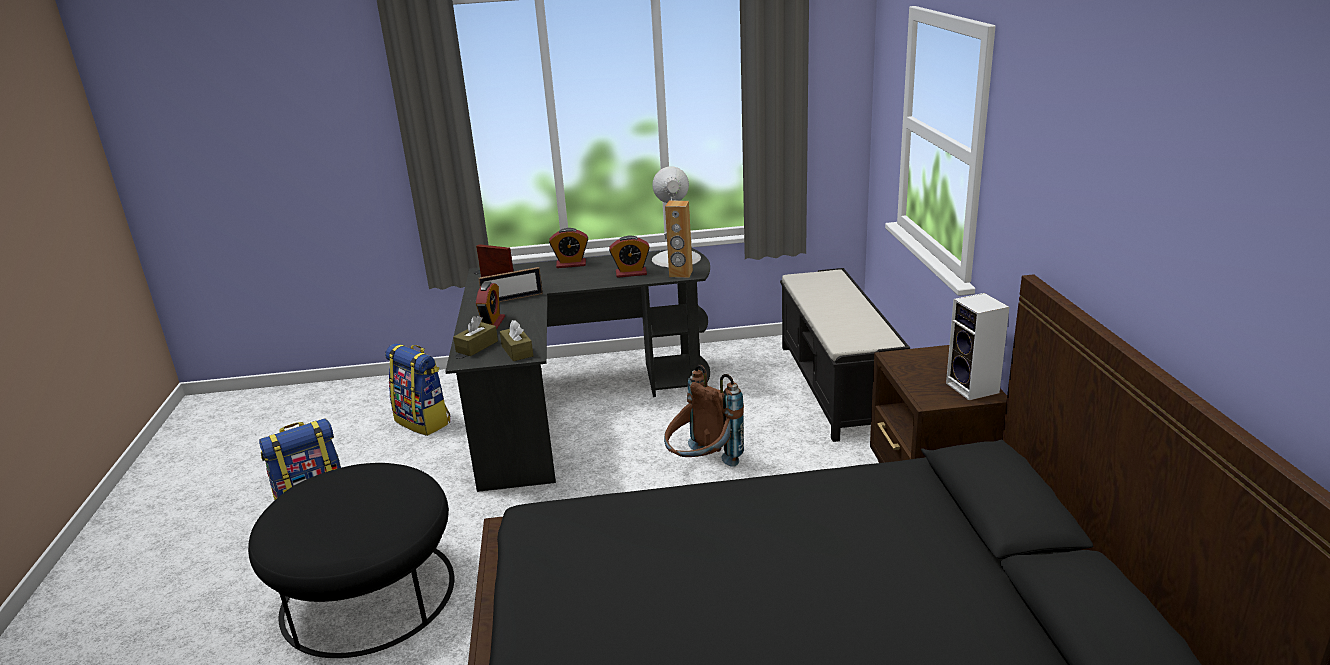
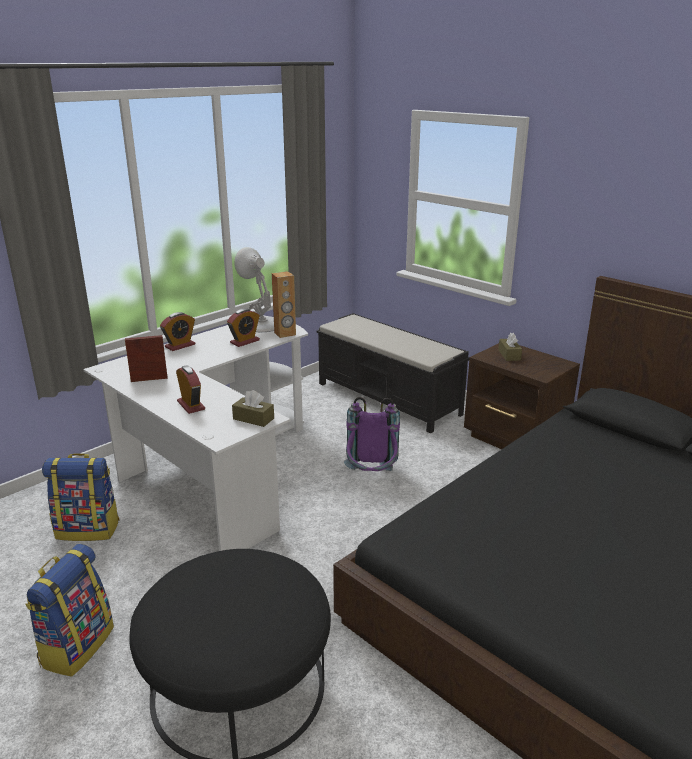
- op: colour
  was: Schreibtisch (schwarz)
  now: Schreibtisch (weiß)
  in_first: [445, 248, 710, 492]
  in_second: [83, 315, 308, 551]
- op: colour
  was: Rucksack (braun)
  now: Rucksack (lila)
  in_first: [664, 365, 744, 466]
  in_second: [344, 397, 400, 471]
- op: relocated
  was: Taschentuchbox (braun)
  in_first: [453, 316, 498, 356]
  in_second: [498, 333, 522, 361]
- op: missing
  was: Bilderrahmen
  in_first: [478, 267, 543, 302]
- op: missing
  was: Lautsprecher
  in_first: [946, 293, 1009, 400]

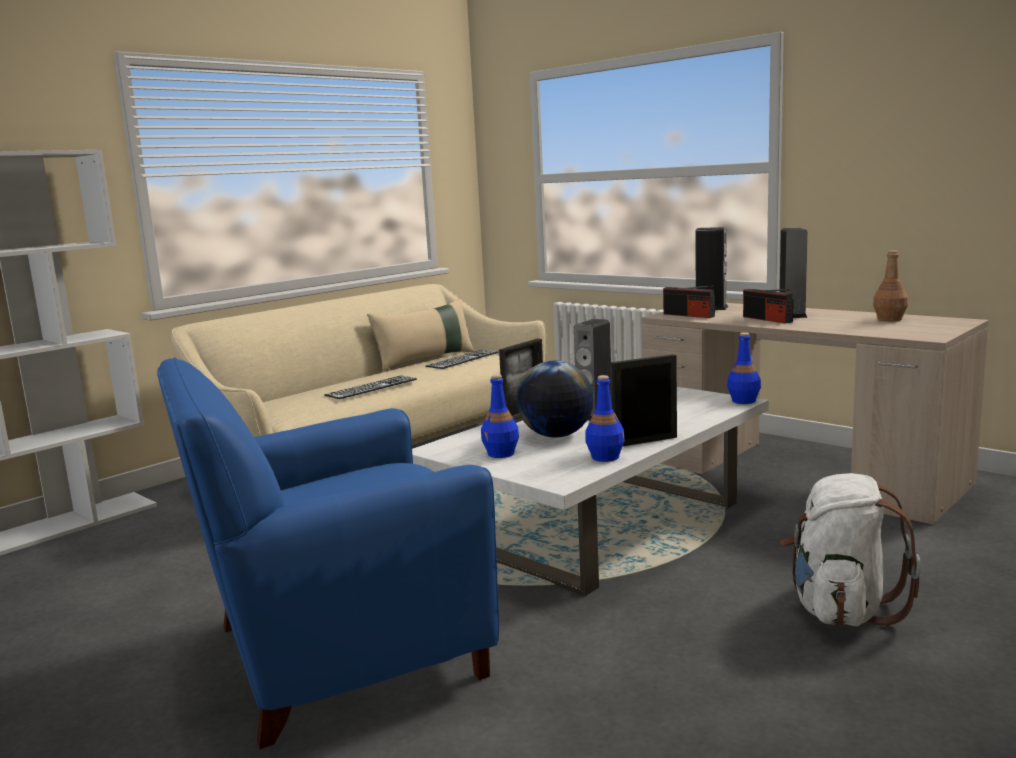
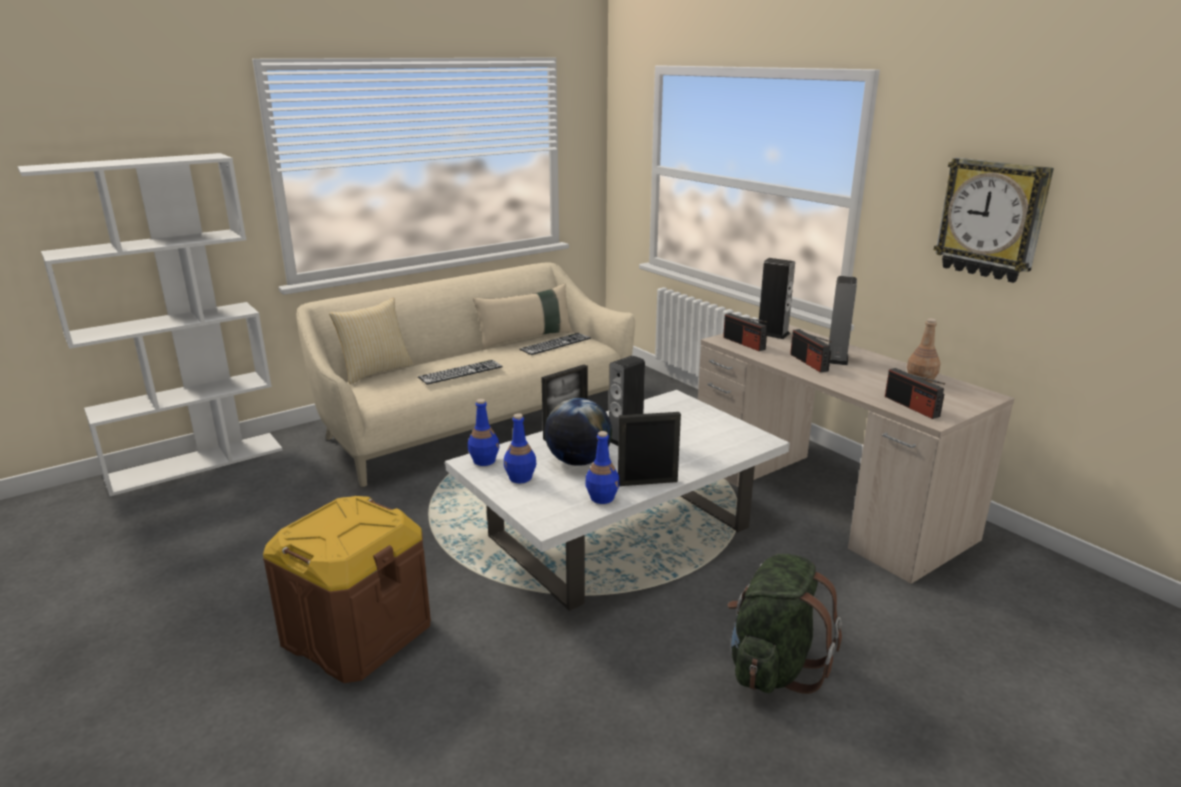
- op: exchanged
  was: Sessel (blau)
  now: Aufbewahrungsbox (braun)
  in_first: [157, 357, 499, 749]
  in_second: [263, 496, 431, 683]
- op: appeared
  now: Kissen
  in_second: [329, 298, 414, 384]
- op: relocated
  was: Flasche (blau)
  in_first: [727, 332, 761, 404]
  in_second: [468, 399, 500, 466]
- op: colour
  was: Rucksack (weiß)
  now: Rucksack (grün)
  in_first: [780, 473, 921, 626]
  in_second: [728, 554, 842, 694]
- op: appeared
  now: Radio
  in_second: [885, 368, 945, 419]
- op: appeared
  now: Wanduhr
  in_second: [934, 158, 1054, 283]

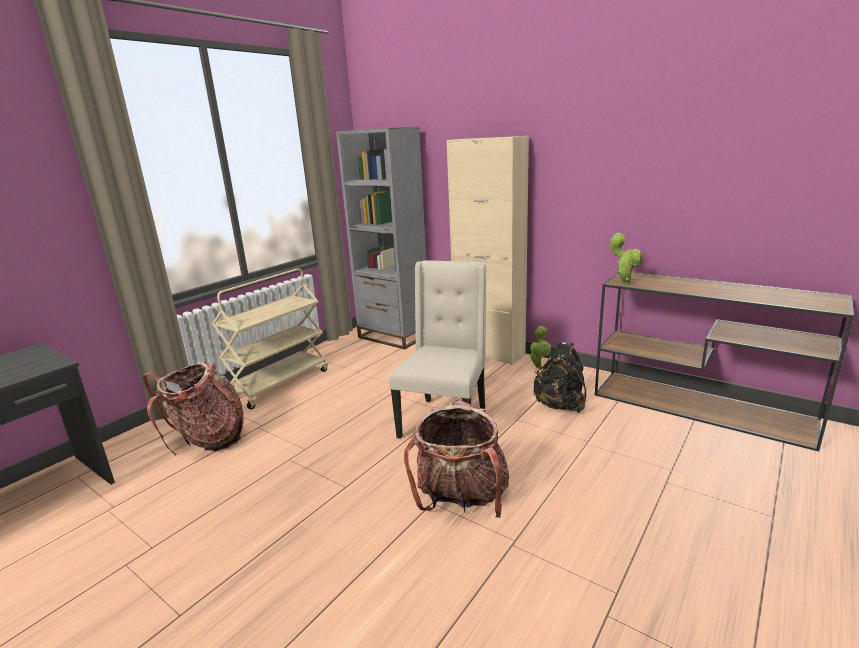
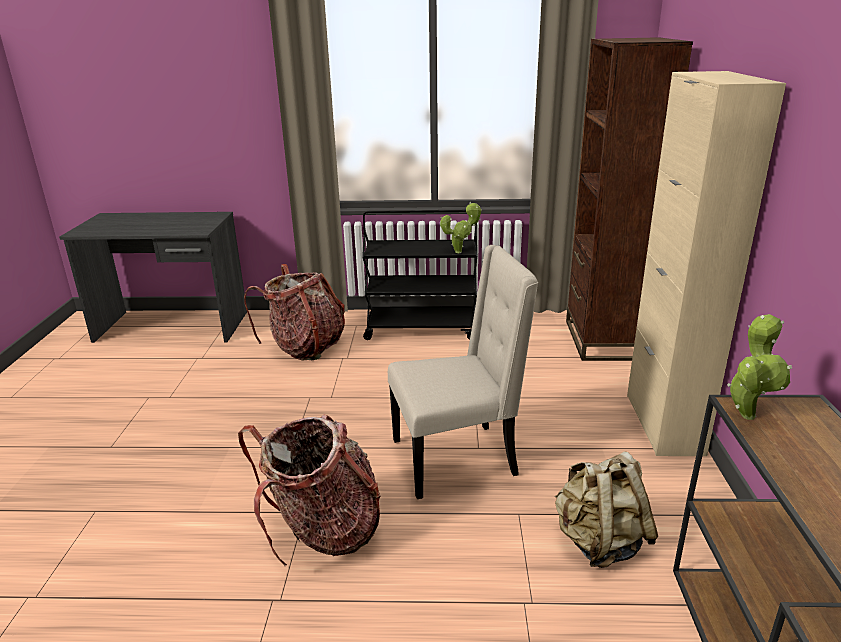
- op: colour
  was: Rollwagen (beige)
  now: Rollwagen (schwarz)
  in_first: [212, 268, 328, 409]
  in_second: [362, 210, 477, 340]
- op: relocated
  was: Topfpflanze
  in_first: [529, 326, 551, 369]
  in_second: [440, 202, 482, 253]
- op: colour
  was: Rucksack (schwarz)
  now: Rucksack (beige)
  in_first: [534, 342, 586, 413]
  in_second: [555, 451, 658, 568]
- op: colour
  was: Bücherregal (grau)
  now: Bücherregal (braun)
  in_first: [336, 127, 427, 349]
  in_second: [566, 37, 693, 361]

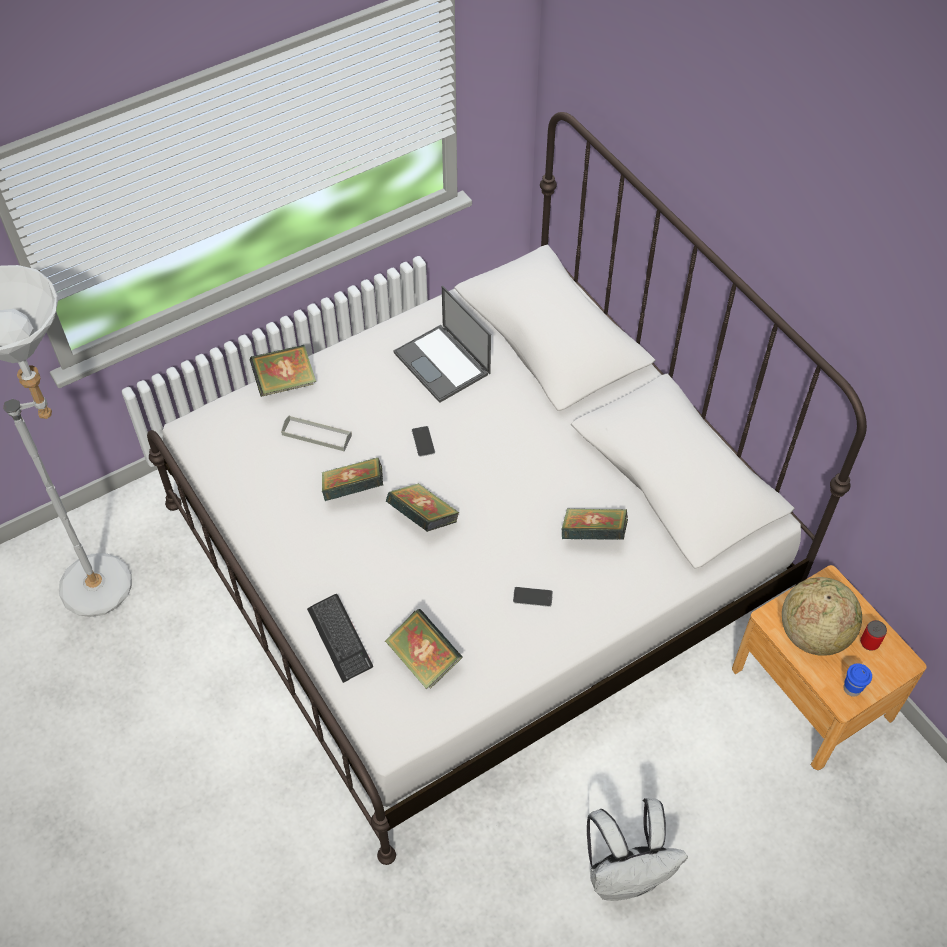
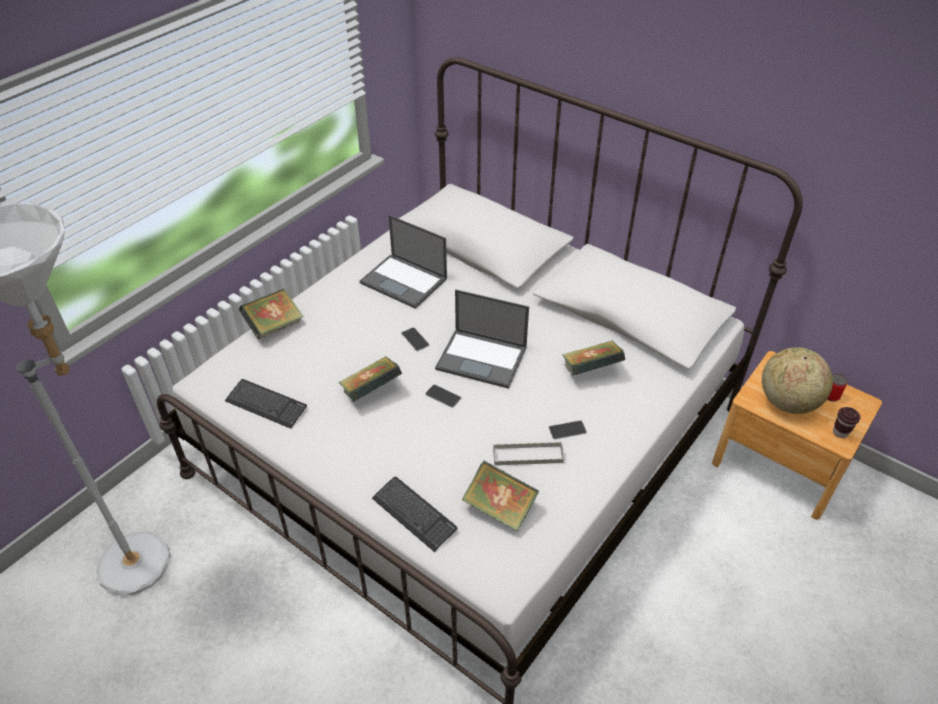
- op: appeared
  now: Tastatur
  in_second: [225, 379, 307, 429]
- op: exchanged
  was: Buch
  now: Handy
  in_first: [386, 483, 460, 532]
  in_second: [425, 385, 461, 408]
- op: appeared
  now: Laptop
  in_second: [435, 289, 529, 389]
- op: relocated
  was: Tablett (grau)
  in_first: [281, 415, 352, 451]
  in_second: [493, 442, 564, 465]
- op: colour
  was: Tasse (blau)
  now: Tasse (braun)
  in_first: [843, 663, 872, 697]
  in_second: [833, 407, 861, 438]
- op: missing
  was: Rucksack (weiß)
  in_first: [587, 798, 688, 901]

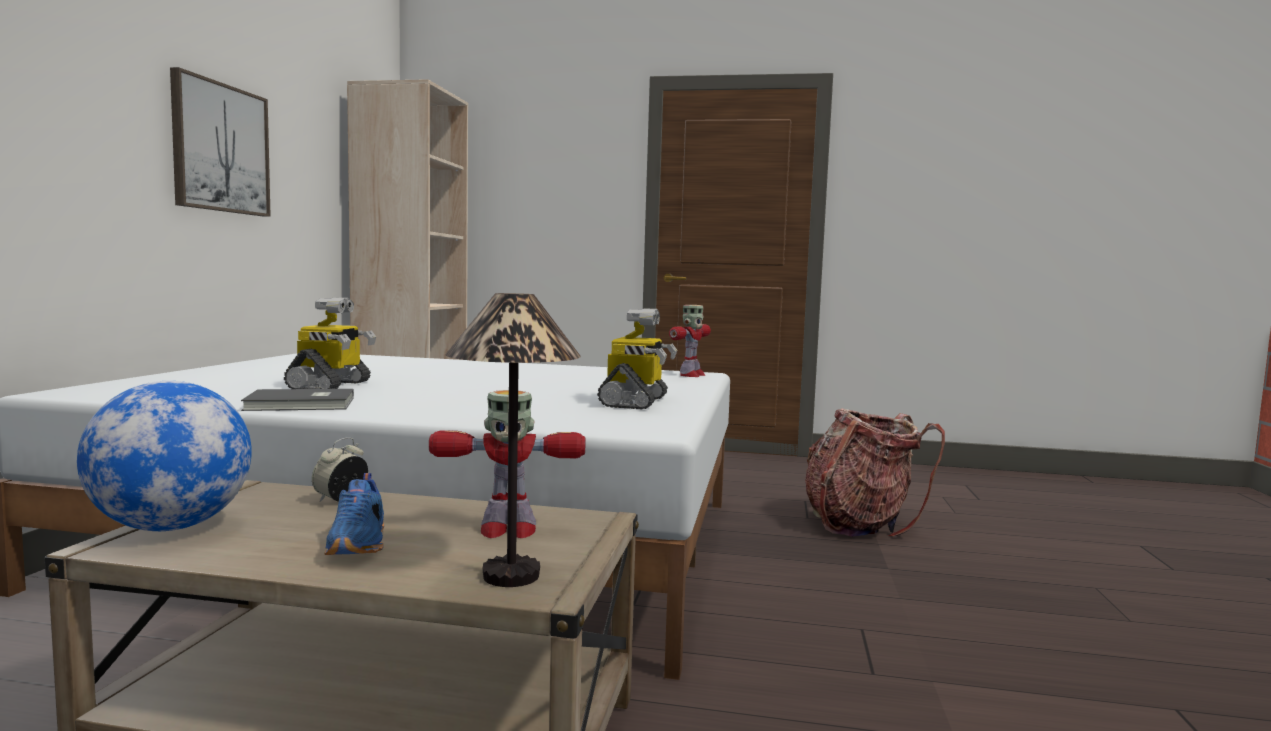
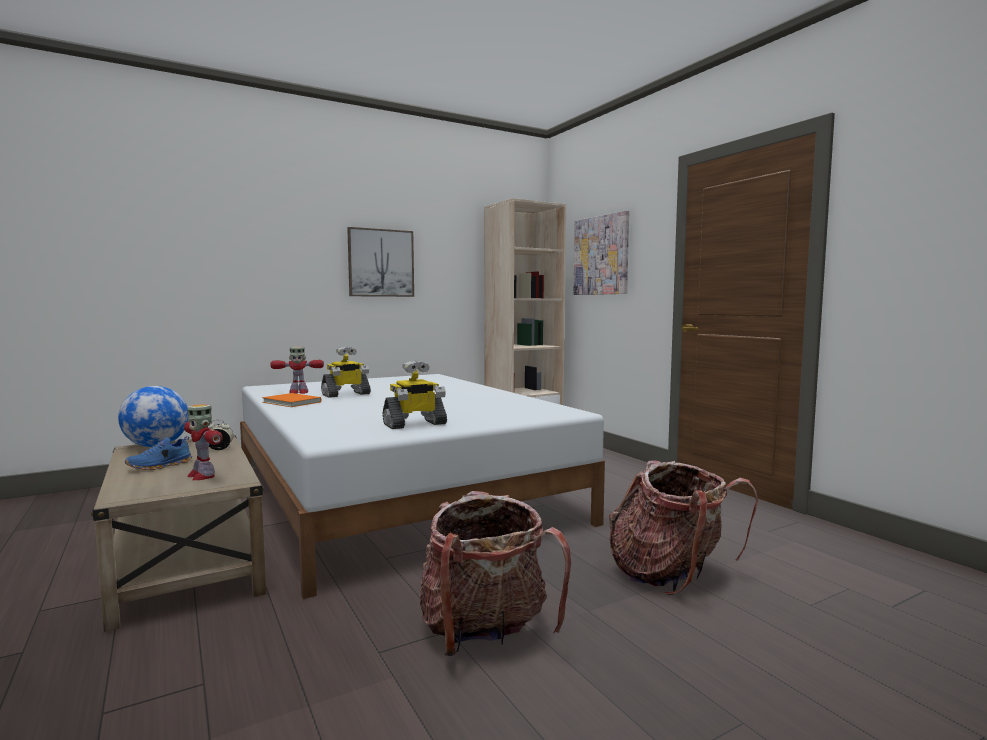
- op: colour
  was: Buch (grau)
  now: Buch (orange)
  in_first: [241, 389, 354, 411]
  in_second: [262, 393, 322, 407]
- op: relocated
  was: Spielzeugroboter
  in_first: [669, 305, 711, 377]
  in_second: [270, 347, 324, 394]
- op: appeared
  now: Rucksack
  in_second: [419, 491, 571, 656]
- op: appeared
  now: Bild
  in_second: [574, 210, 629, 295]
- op: missing
  was: Tischlampe
  in_first: [446, 293, 581, 587]

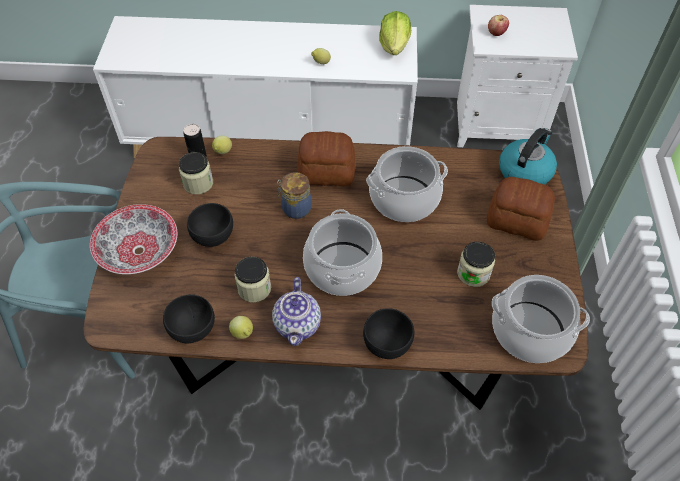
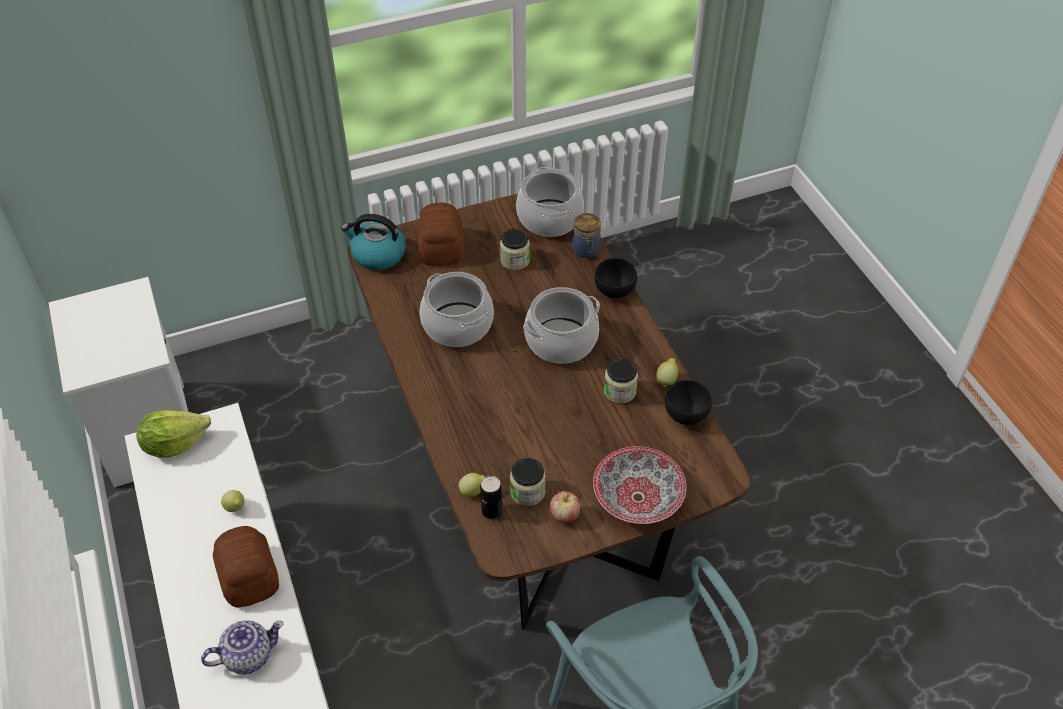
- op: relocated
  was: Teekanne
  in_first: [272, 277, 321, 346]
  in_second: [201, 620, 284, 675]
- op: relocated
  was: Brot
  in_first: [297, 131, 355, 186]
  in_second: [213, 526, 279, 608]
- op: relocated
  was: Apfel
  in_first: [488, 15, 509, 36]
  in_second: [549, 491, 580, 524]
- op: relocated
  was: Vorratsglas
  in_first: [277, 172, 312, 219]
  in_second: [572, 213, 601, 258]
- op: missing
  was: Schüssel (schwarz)
  in_first: [187, 203, 233, 247]

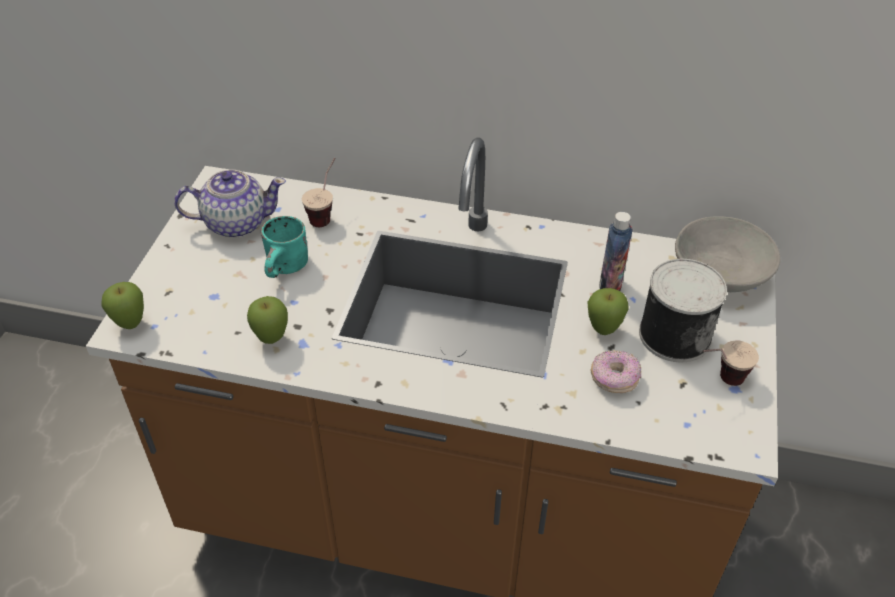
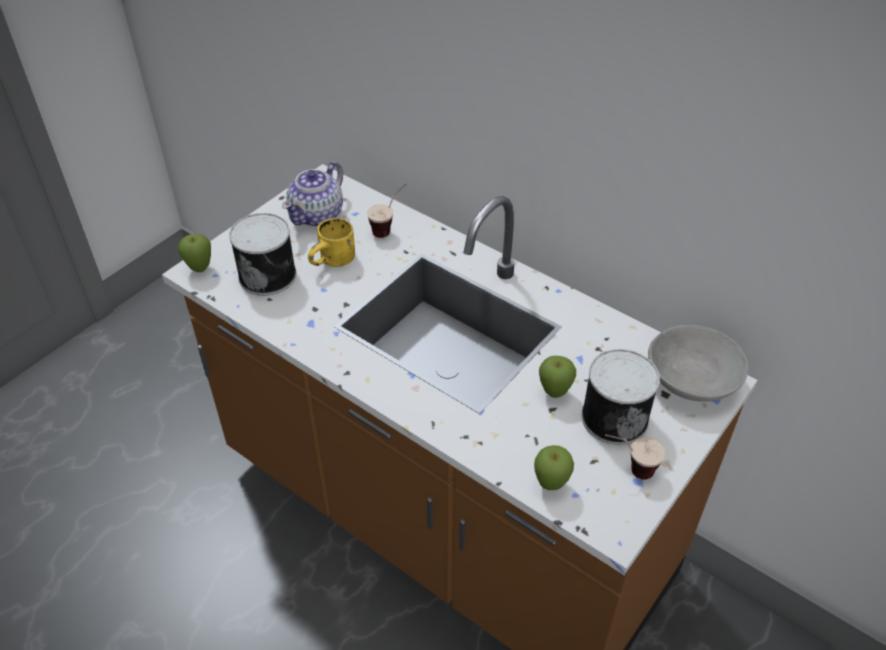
- op: appeared
  now: Dose
  in_second: [229, 213, 296, 296]
- op: spun
  was: Teekanne
  in_first: [174, 169, 286, 238]
  in_second: [282, 162, 343, 227]
  clockwise: 105
- op: colour
  was: Henkelbecher (türkis)
  now: Henkelbecher (gelb)
  in_first: [261, 216, 308, 278]
  in_second: [308, 218, 355, 267]
- op: relocated
  was: Apfel
  in_first: [247, 296, 288, 344]
  in_second: [534, 445, 574, 490]
- op: missing
  was: Donut
  in_first: [591, 350, 641, 393]
- op: missing
  was: Flasche
  in_first: [599, 212, 633, 291]

